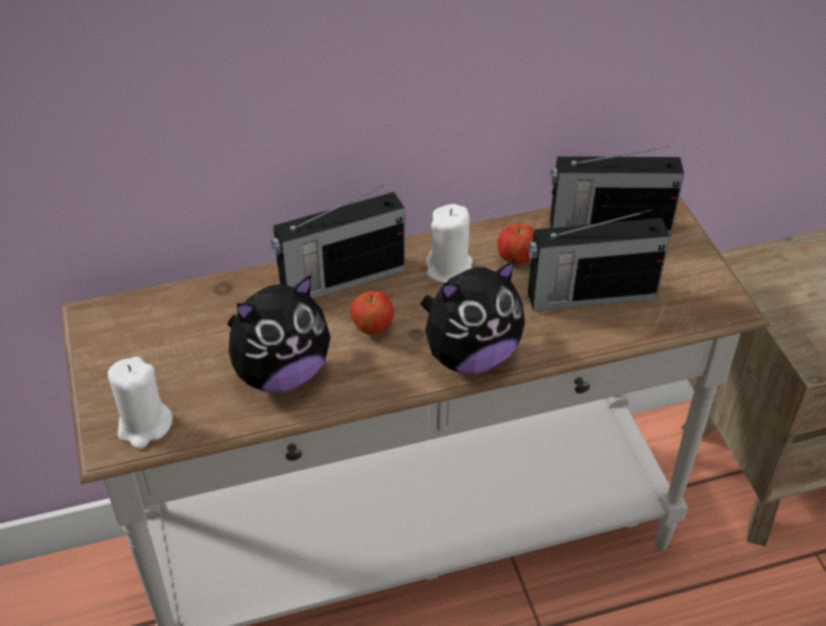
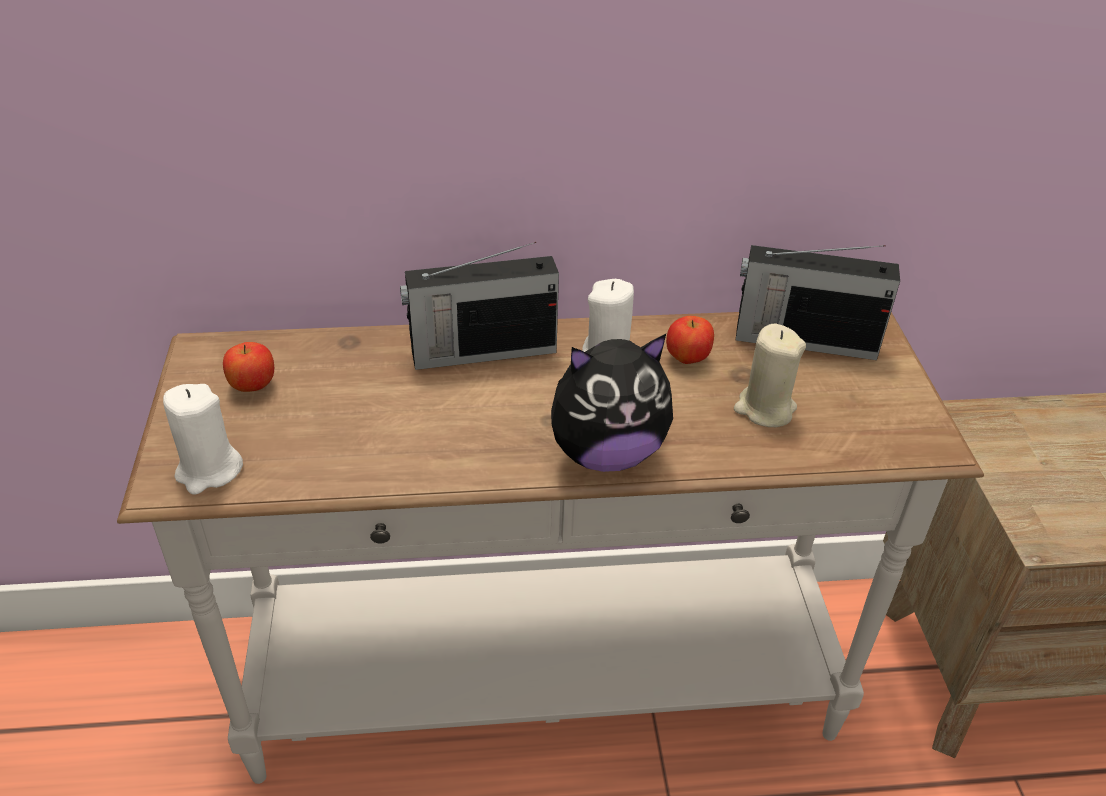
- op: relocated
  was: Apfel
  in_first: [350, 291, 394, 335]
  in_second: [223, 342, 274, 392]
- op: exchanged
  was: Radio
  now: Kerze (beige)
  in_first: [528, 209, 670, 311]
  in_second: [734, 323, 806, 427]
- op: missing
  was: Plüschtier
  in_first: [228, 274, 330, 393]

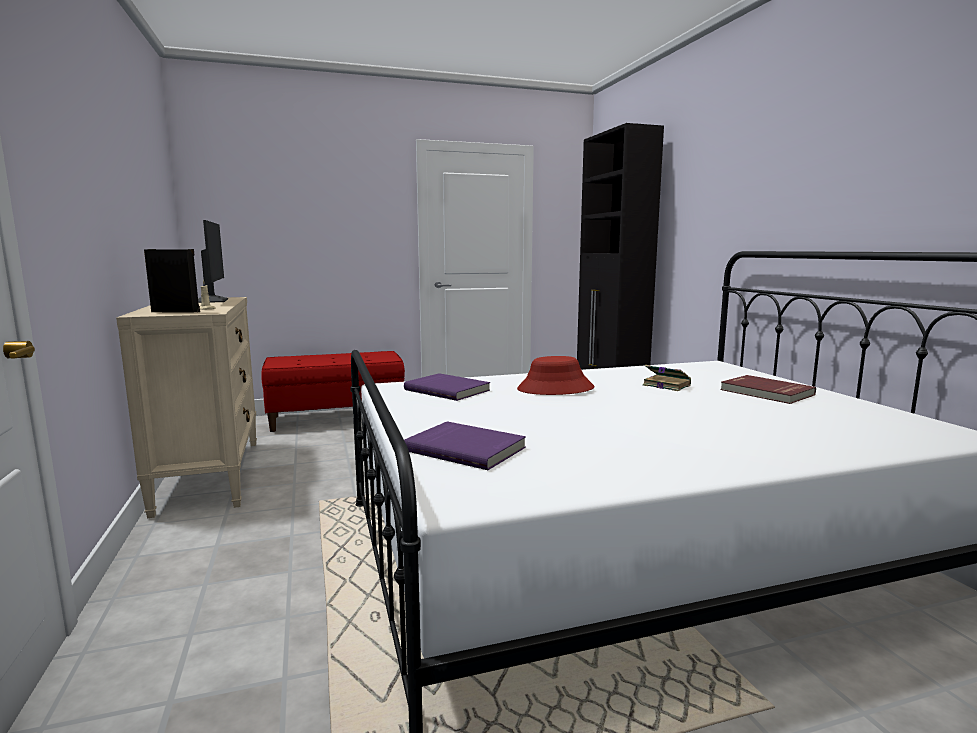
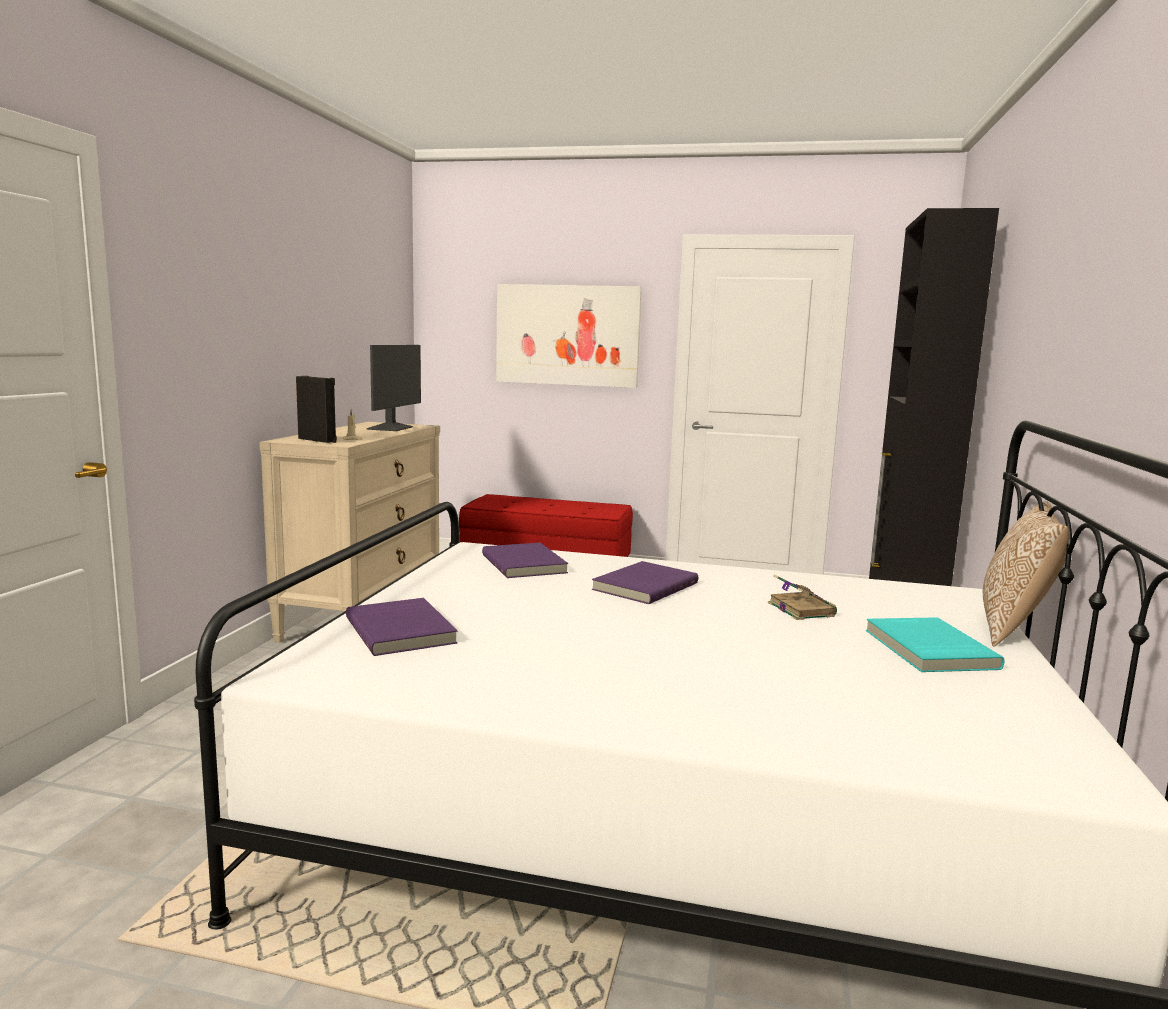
- op: appeared
  now: Bild
  in_second: [496, 284, 642, 388]
- op: exchanged
  was: Hut (rot)
  now: Buch (lila)
  in_first: [517, 356, 594, 395]
  in_second: [592, 561, 698, 604]
- op: colour
  was: Buch (rot)
  now: Buch (türkis)
  in_first: [720, 375, 816, 404]
  in_second: [866, 617, 1005, 672]
- op: appeared
  now: Kissen
  in_second: [983, 501, 1070, 647]

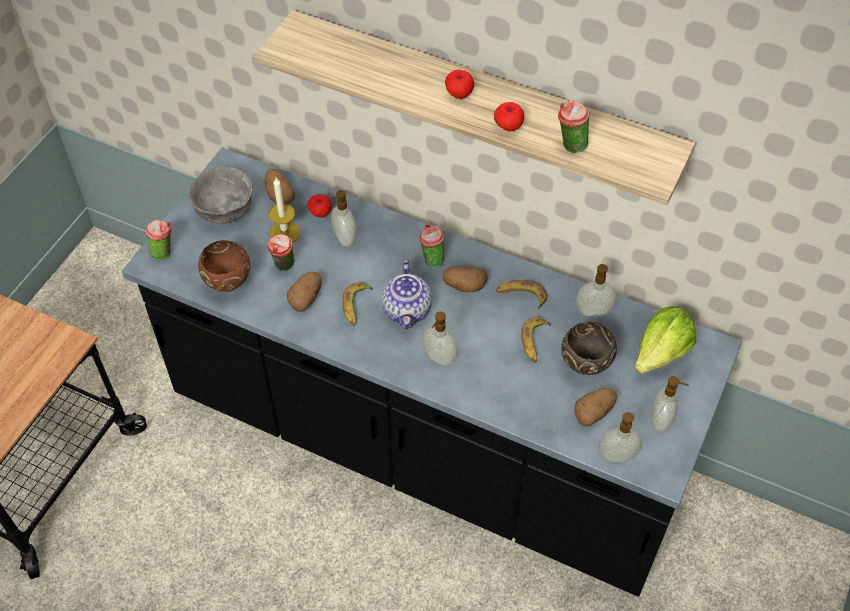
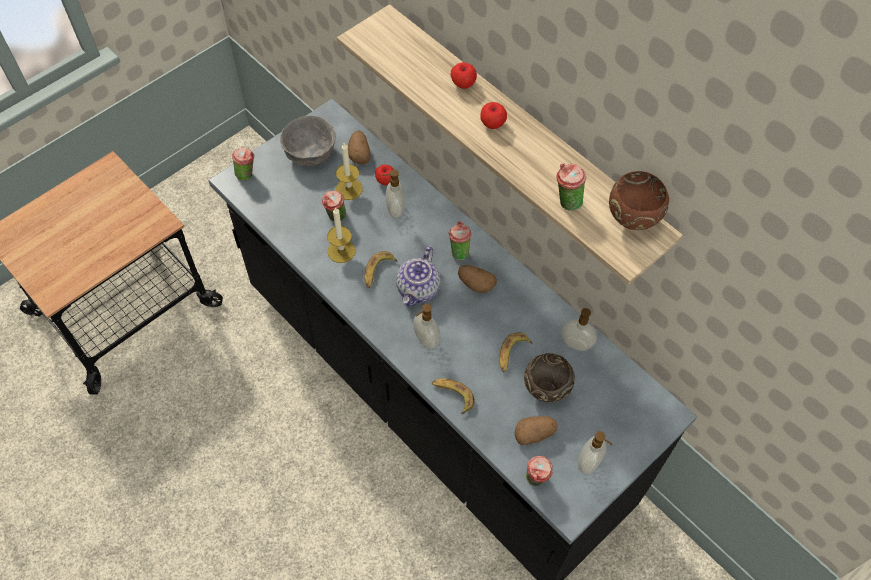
- op: exchanged
  was: Kartoffel
  now: Kerze
  in_first: [287, 272, 322, 312]
  in_second: [327, 207, 355, 263]
- op: relocated
  was: Banane
  in_first: [496, 280, 547, 309]
  in_second: [432, 379, 475, 414]
- op: relocated
  was: Apfel
  in_first: [494, 102, 524, 131]
  in_second: [451, 62, 477, 89]
- op: exchanged
  was: Seifenspender
  now: Tasse
  in_first: [599, 412, 642, 463]
  in_second: [526, 456, 553, 486]
- op: relocated
  was: Schüssel (braun)
  in_first: [198, 240, 250, 292]
  in_second: [609, 171, 669, 230]
- op: missing
  was: Salatkopf
  in_first: [635, 306, 696, 374]

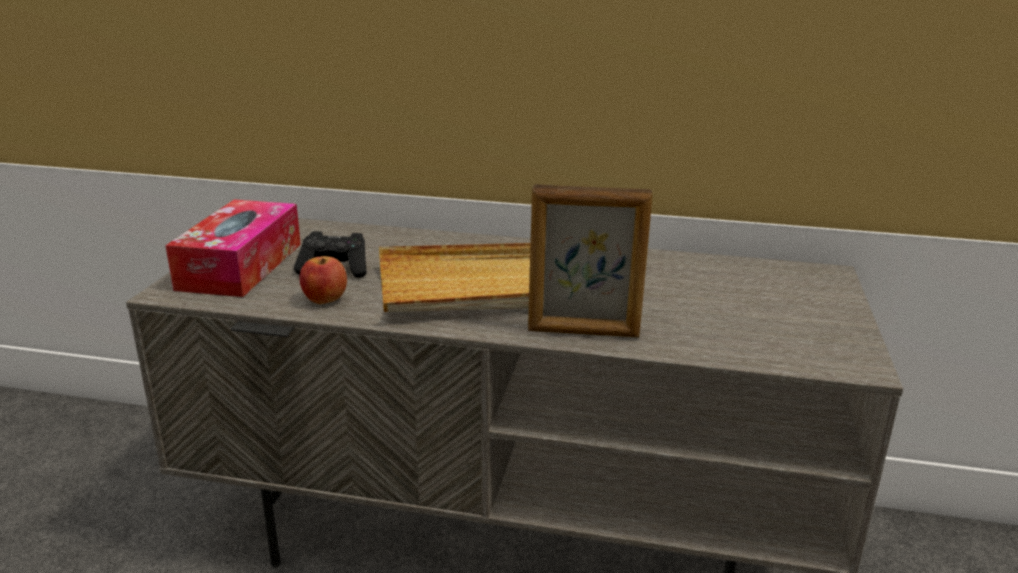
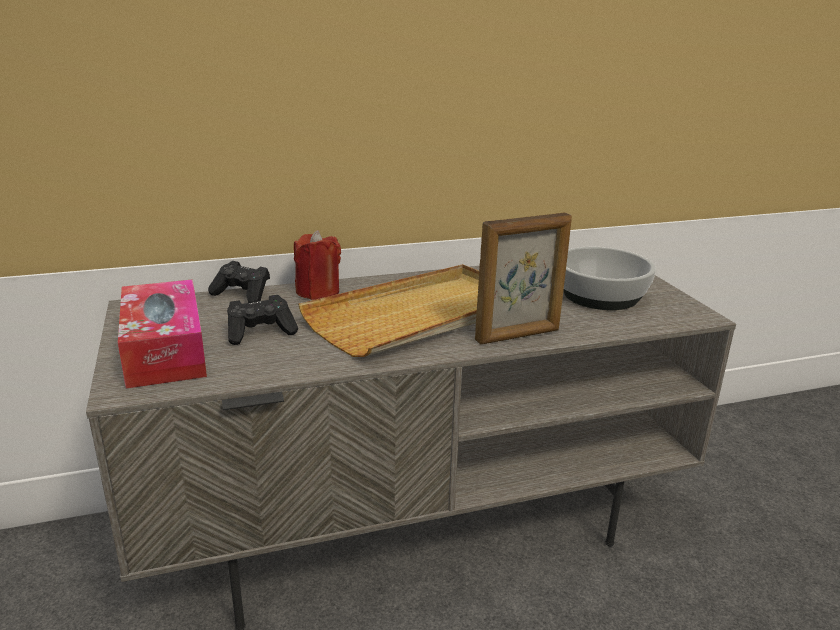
- op: appeared
  now: Gamepad (schwarz)
  in_second: [208, 261, 270, 303]
- op: appeared
  now: Kerze (rot)
  in_second: [294, 230, 341, 300]
- op: appeared
  now: Schüssel
  in_second: [563, 247, 656, 310]
- op: missing
  was: Apfel
  in_first: [299, 256, 347, 304]

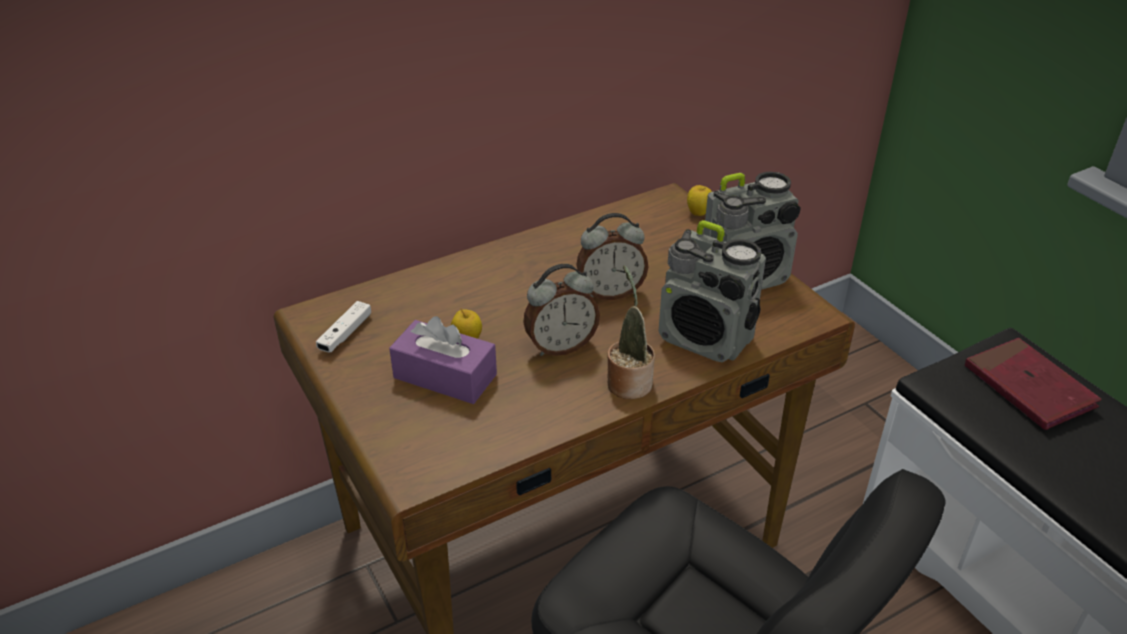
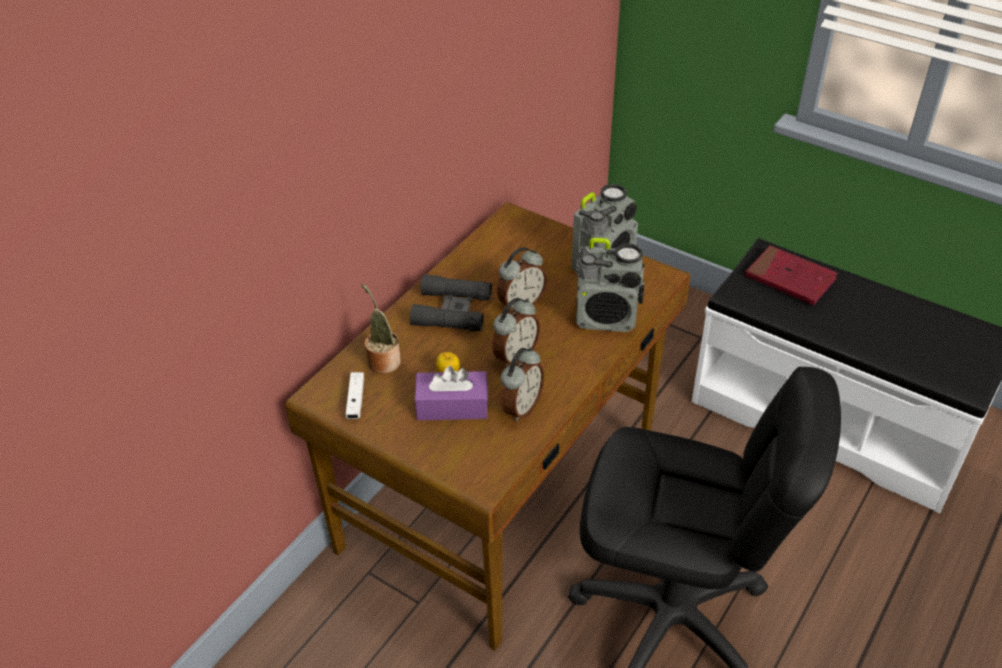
- op: relocated
  was: Topfpflanze
  in_first: [607, 265, 655, 399]
  in_second: [362, 284, 401, 374]
- op: appeared
  now: Fernglas (schwarz)
  in_second: [410, 274, 492, 331]
- op: appeared
  now: Wecker
  in_second: [501, 347, 544, 422]
- op: missing
  was: Apfel
  in_first: [687, 185, 712, 216]

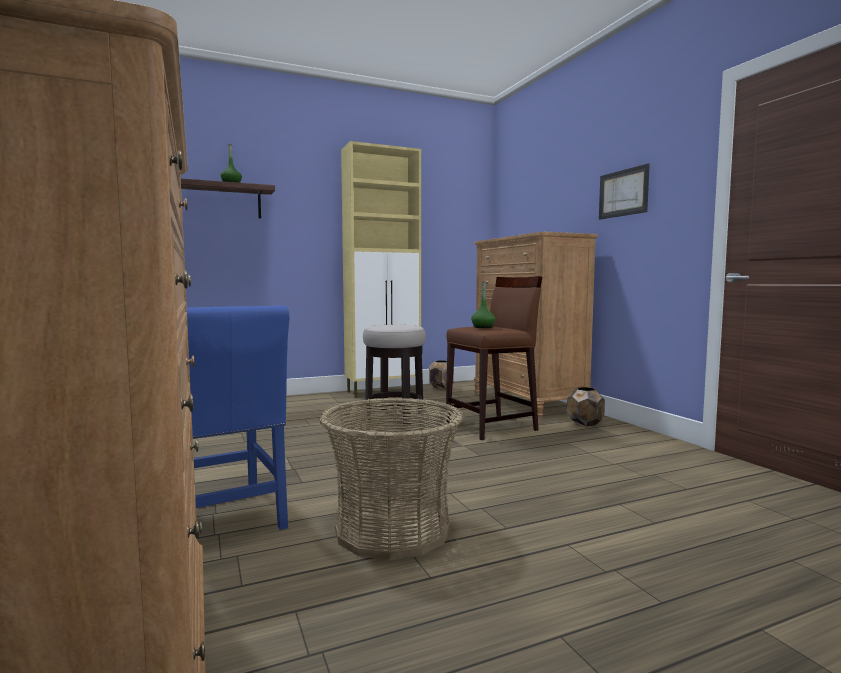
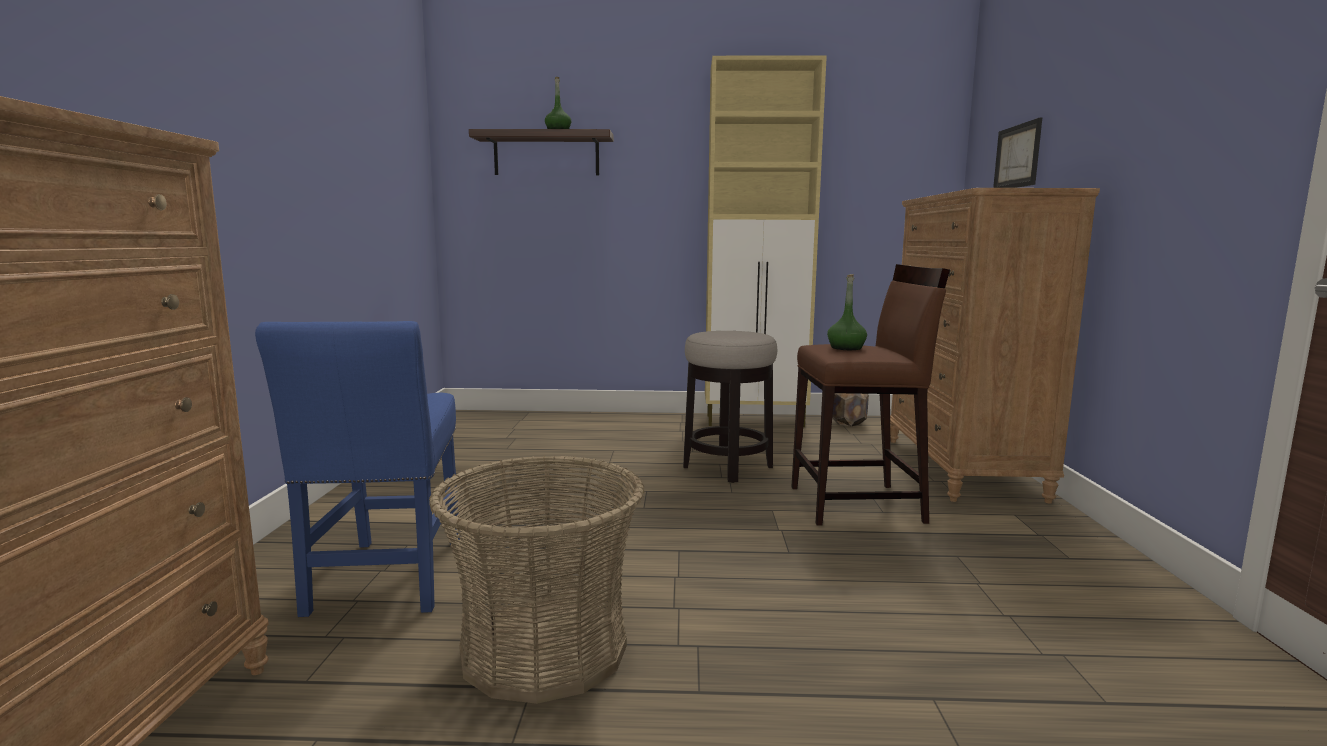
- op: relocated
  was: Bild
  in_first: [599, 164, 650, 219]
  in_second: [993, 117, 1042, 188]
- op: missing
  was: Pflanzkübel (braun)
  in_first: [567, 387, 605, 426]

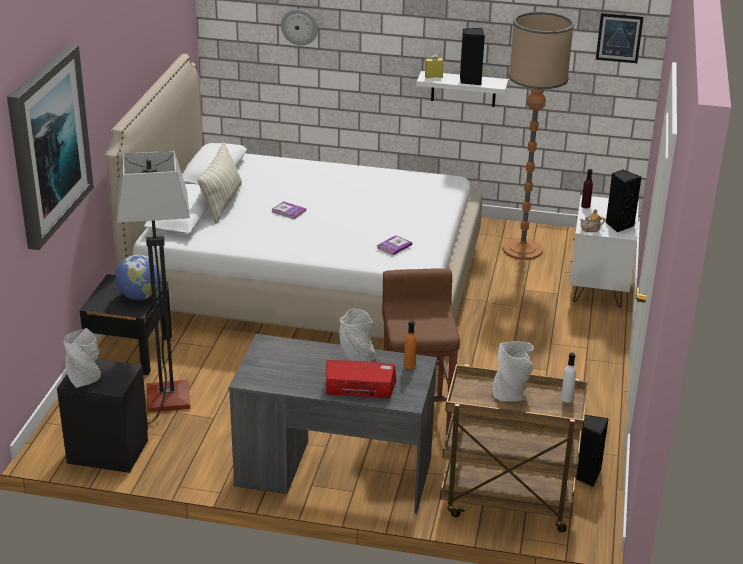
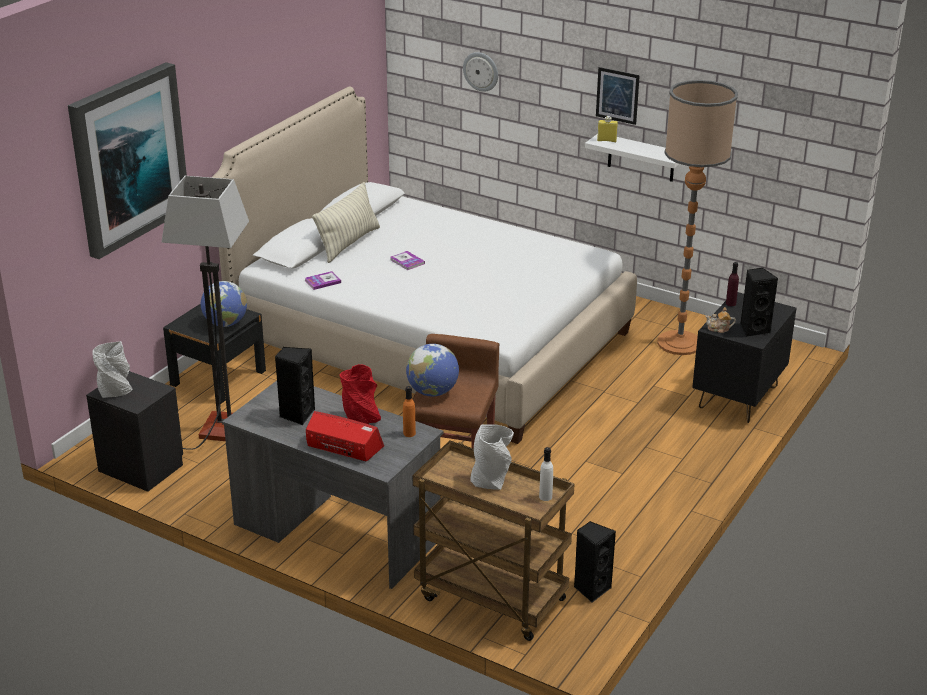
- op: relocated
  was: Lautsprecher (schwarz)
  in_first: [460, 28, 485, 85]
  in_second: [275, 347, 315, 425]
- op: relocated
  was: Buch
  in_first: [377, 235, 412, 255]
  in_second: [305, 271, 341, 290]
- op: colour
  was: Vase (grau)
  now: Vase (rot)
  in_first: [339, 309, 376, 362]
  in_second: [339, 364, 381, 424]
- op: appeared
  now: Globus
  in_second: [406, 344, 459, 396]
- op: relocated
  was: Bild
  in_first: [596, 13, 644, 63]
  in_second: [596, 67, 640, 125]
- op: colour
  was: Nachttisch (weiß)
  now: Nachttisch (schwarz)
  in_first: [570, 195, 639, 308]
  in_second: [692, 292, 797, 423]

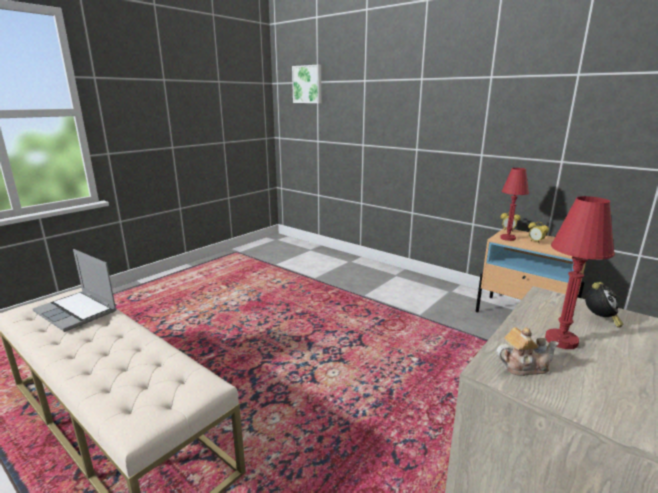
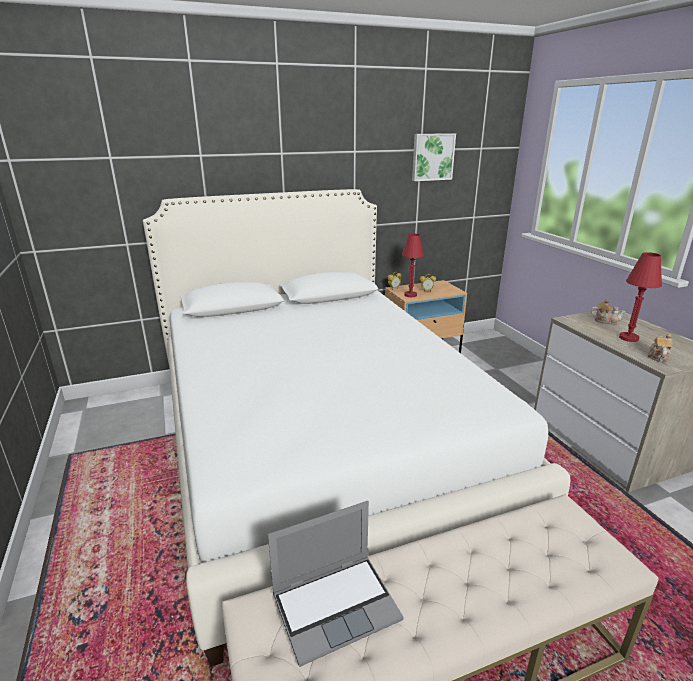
- op: appeared
  now: Bett (weiß)
  in_second: [143, 189, 571, 667]
- op: relocated
  was: Bild
  in_first: [292, 65, 321, 103]
  in_second: [412, 133, 456, 181]
- op: exchanged
  was: Wecker
  now: Teekanne
  in_first: [585, 282, 624, 328]
  in_second: [591, 299, 626, 325]

